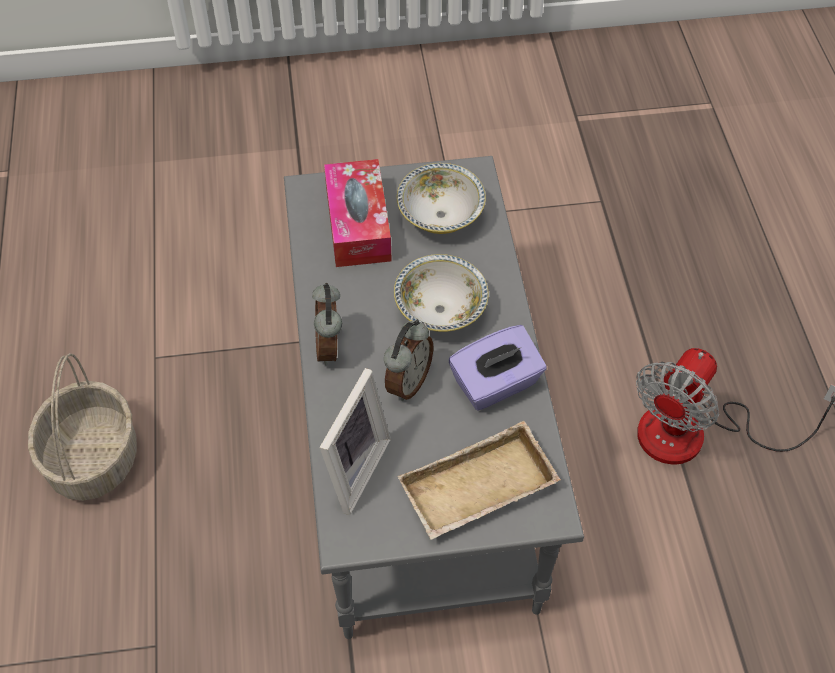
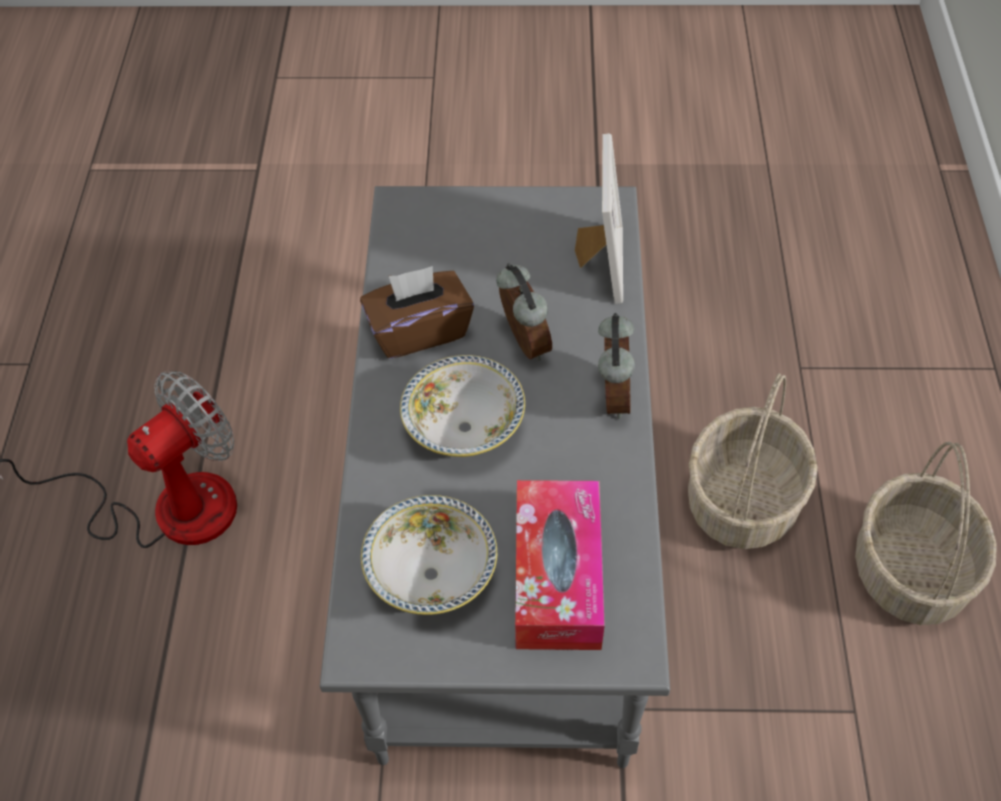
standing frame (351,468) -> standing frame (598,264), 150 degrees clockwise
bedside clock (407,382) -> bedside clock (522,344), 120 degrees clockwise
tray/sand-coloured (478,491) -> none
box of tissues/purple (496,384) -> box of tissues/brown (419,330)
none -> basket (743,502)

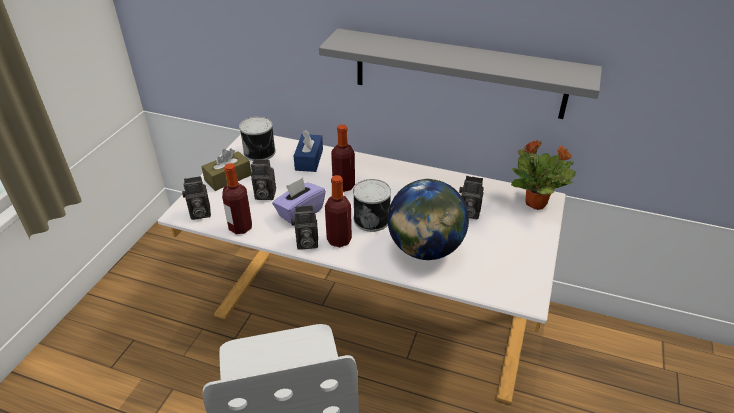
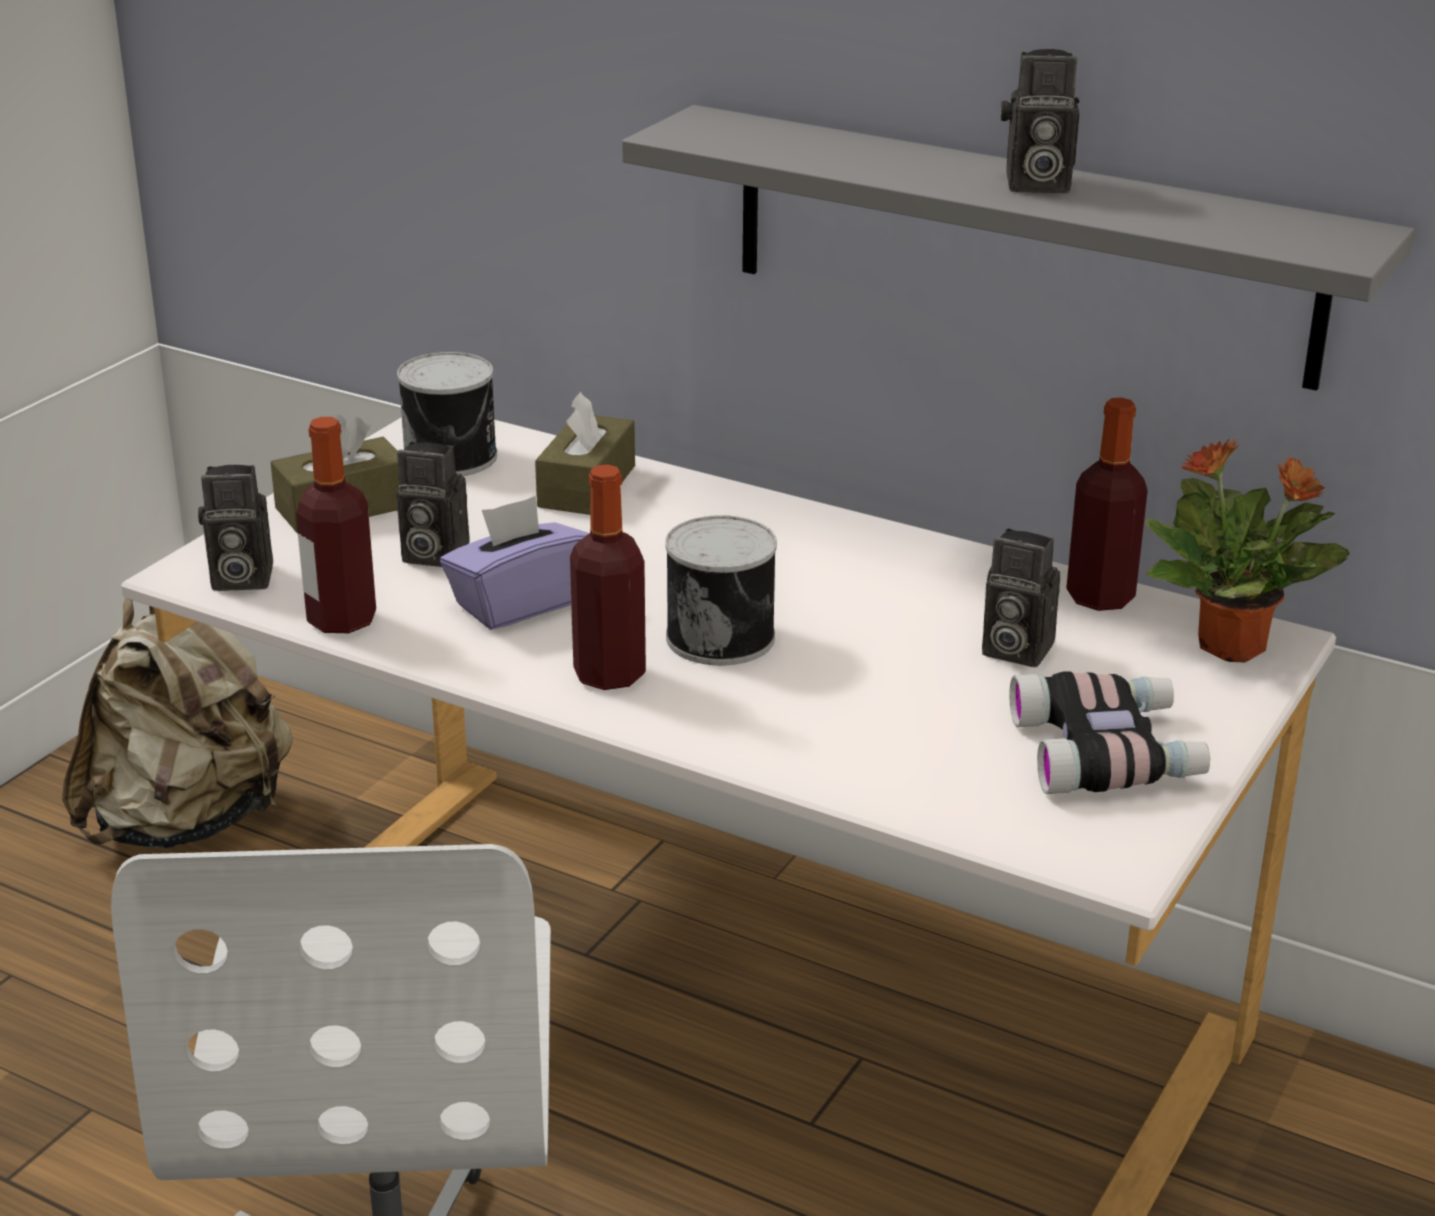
photo camera (306,243) -> photo camera (1034,184), shifted
box of tissues/blue-coloured (309,159) -> box of tissues/brown (586,486)
beverage bottle (343,186) -> beverage bottle (1100,597), shifted
world globe (425,249) -> none
none -> backpack/sand-coloured (188,822)
none -> binoculars (1108,751)

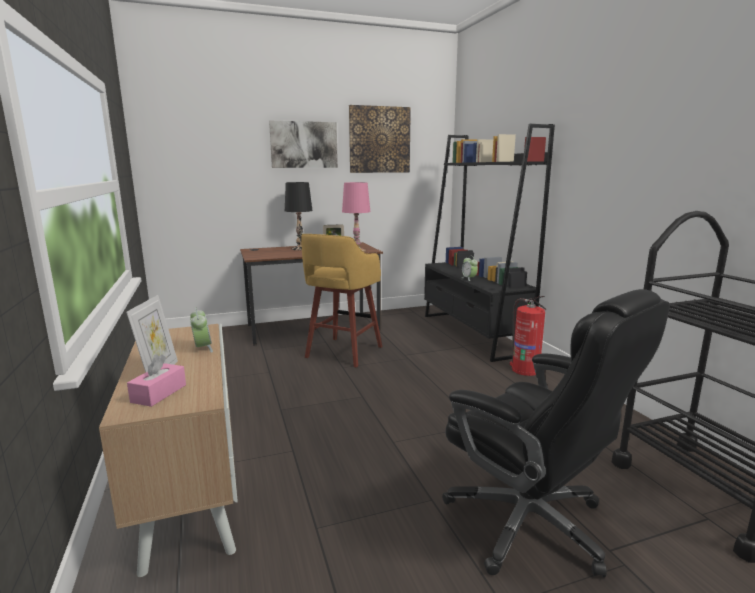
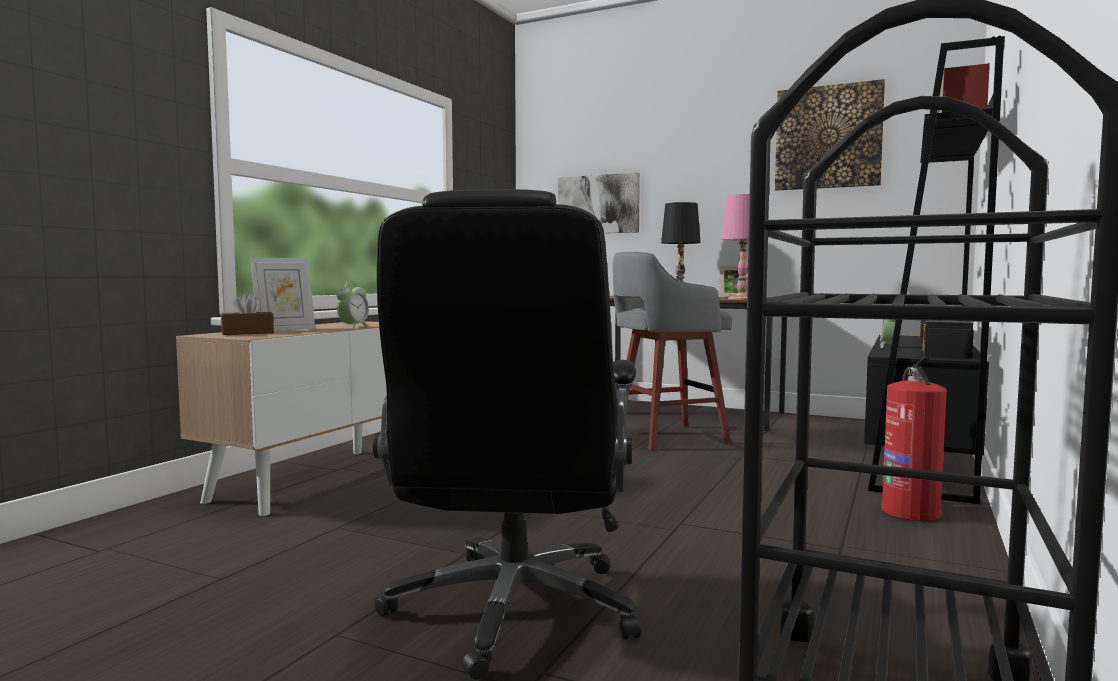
box of tissues/pink (159,393) -> box of tissues/brown (247,333)
picture (304,145) -> picture (598,204), shifted
stool/yellow (343,353) -> stool/gray (665,437)

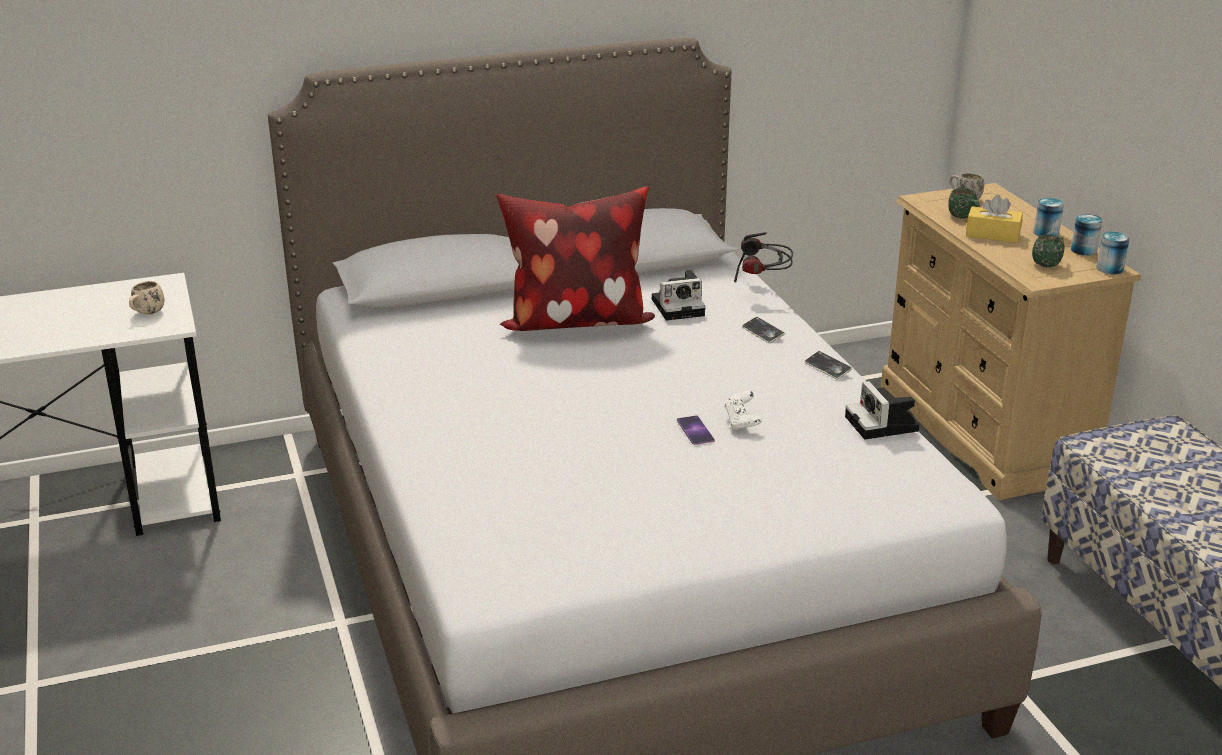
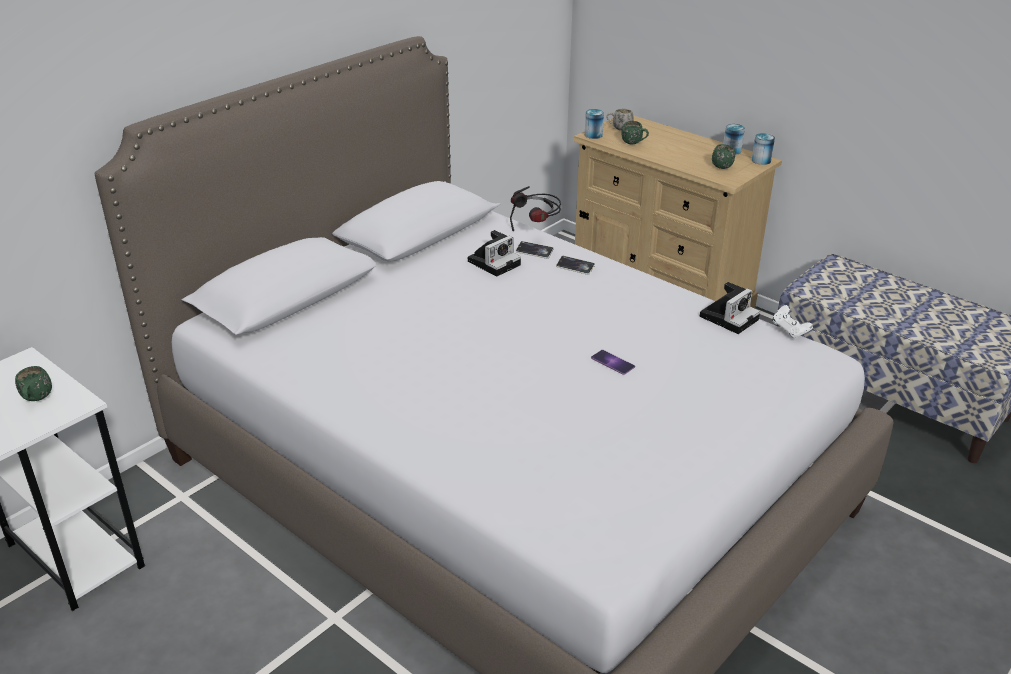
mug/sand-coloured (147,314) -> mug/greenish (36,400)
throw pillow (575,321) -> none
gamepad/white (742,422) -> gamepad/white (789,331), shifted
handset (827,368) -> handset (534,252), shifted
photo camera (883,425) -> photo camera (729,317), 90 degrees counterclockwise
box of tissues/yellow (992,234) -> none
sealed can (1046,233) -> sealed can (593,135), shifted

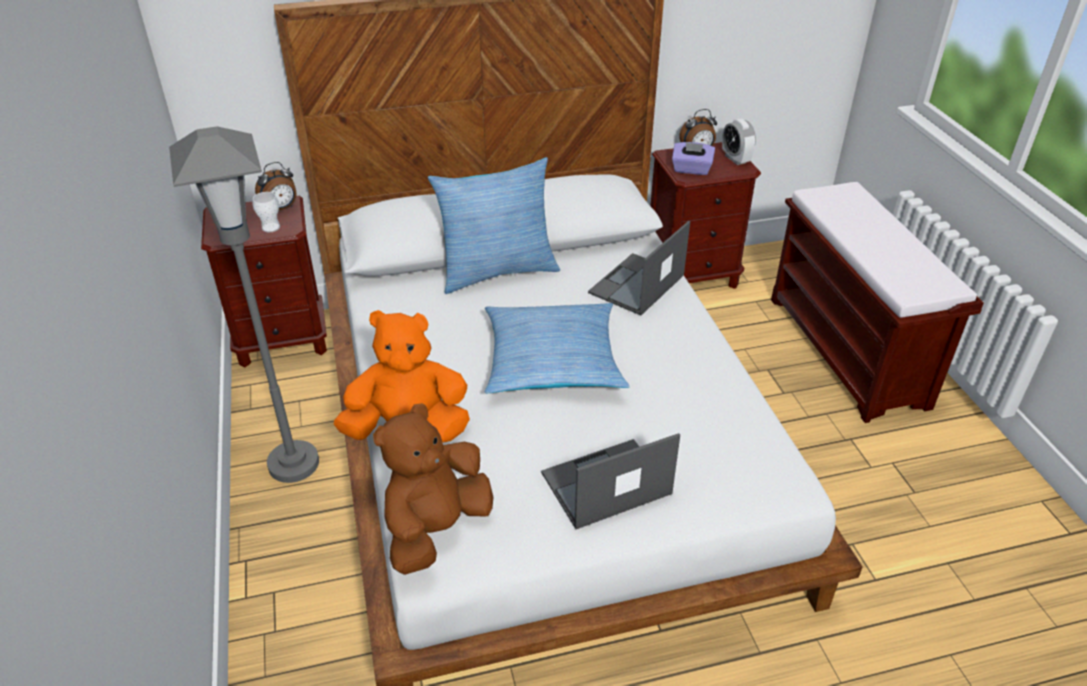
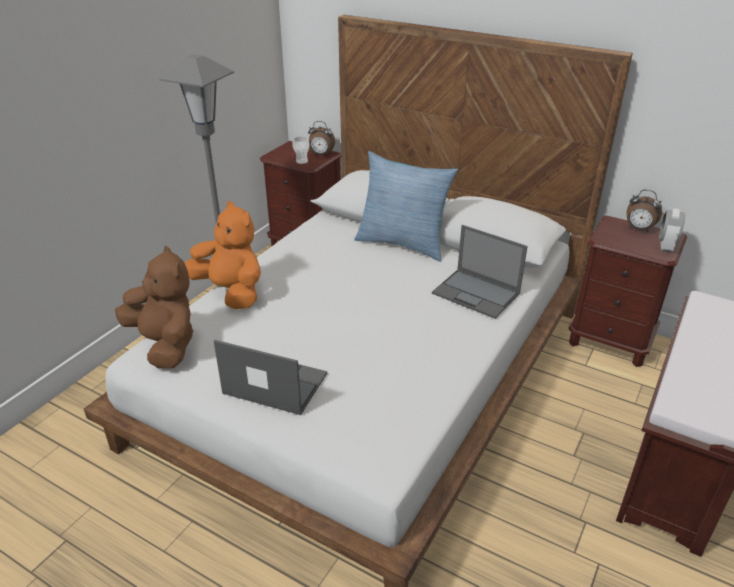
plush toy/brown (436,529) -> plush toy/brown (165,344), 60 degrees clockwise
throw pillow (552,360) -> none
laptop (636,285) -> laptop (477,293), 135 degrees counterclockwise
box of tissues/purple (691,170) -> none

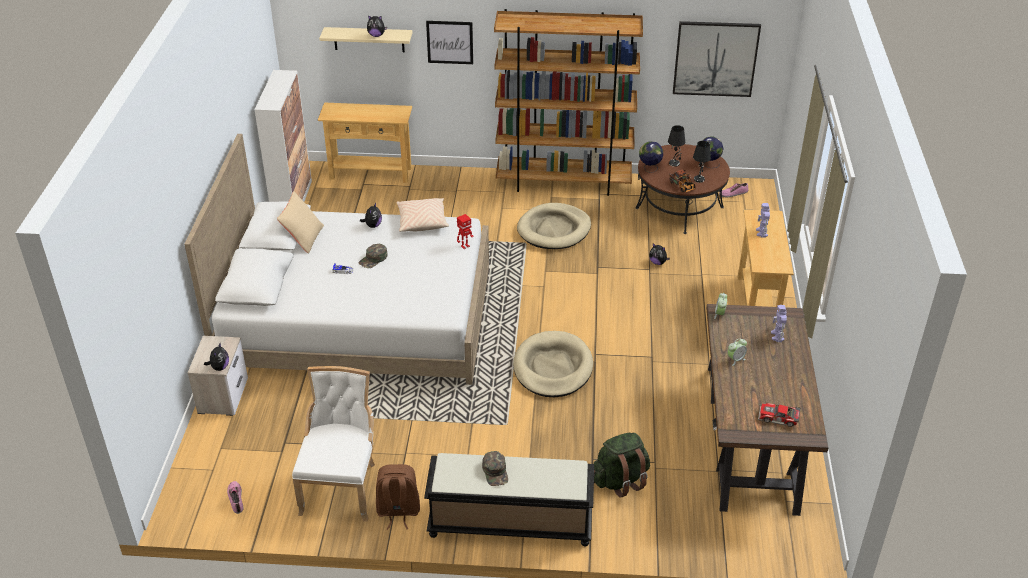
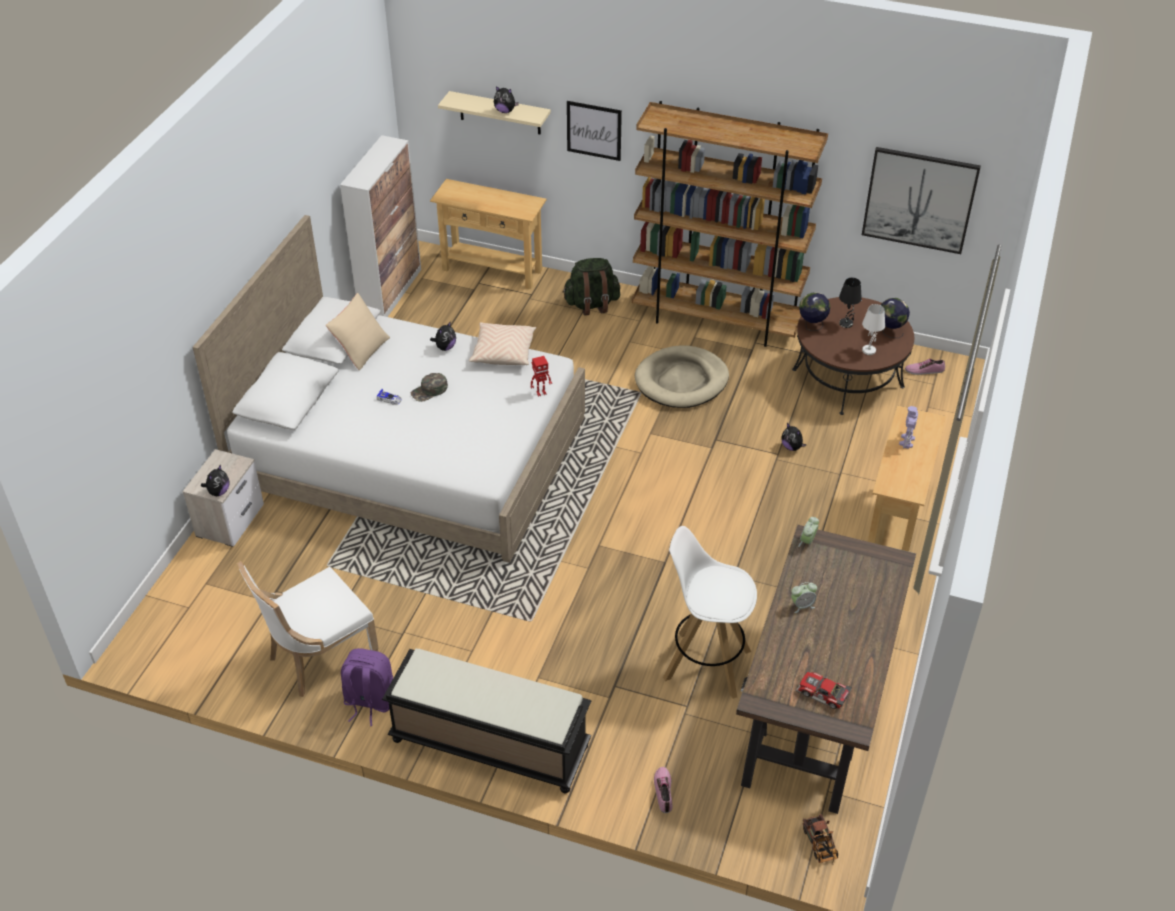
item of footwear (236,498) -> item of footwear (664,791), shifted
chair/white (342,486) -> chair/white (319,658), 150 degrees counterclockwise
backpack/brown (398,511) -> backpack/purple (369,702)
cap/greenish (495,472) -> none
pet bed/sand-coloured (553,368) -> none
backpack/greenish (620,480) -> backpack/greenish (592,304), shifted
model truck (683,187) -> model truck (820,846), shifted
table lamp/black-coloured (699,179) -> table lamp/white (869,350)
toy robot (777,336) -> none
none -> stool/white (705,664)

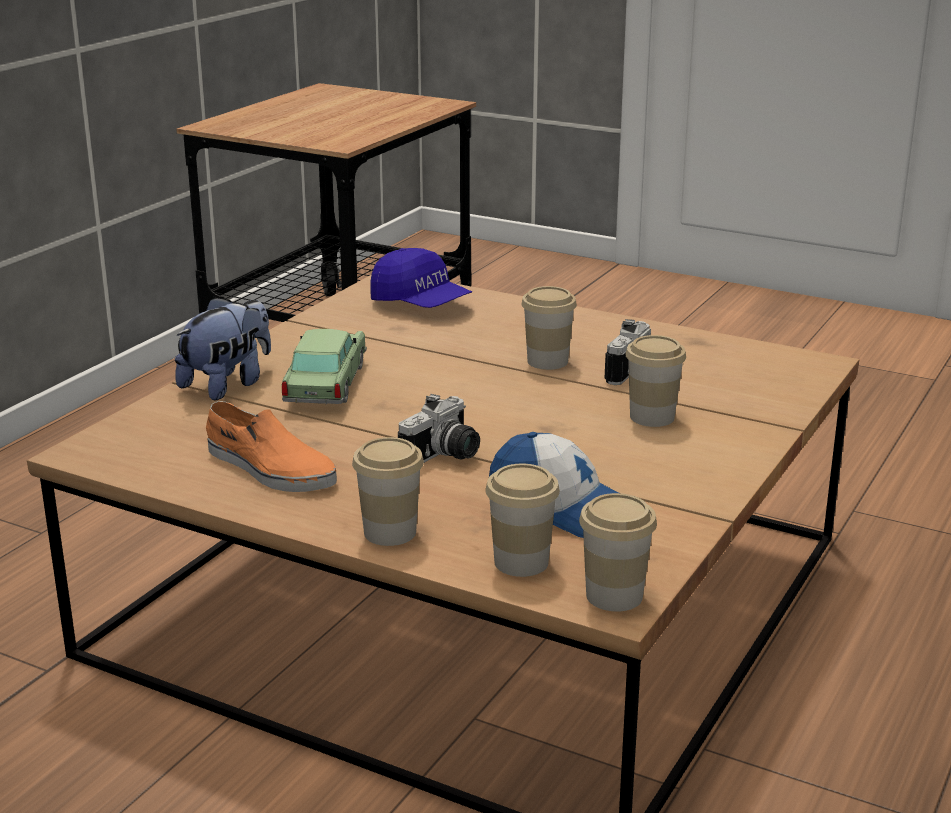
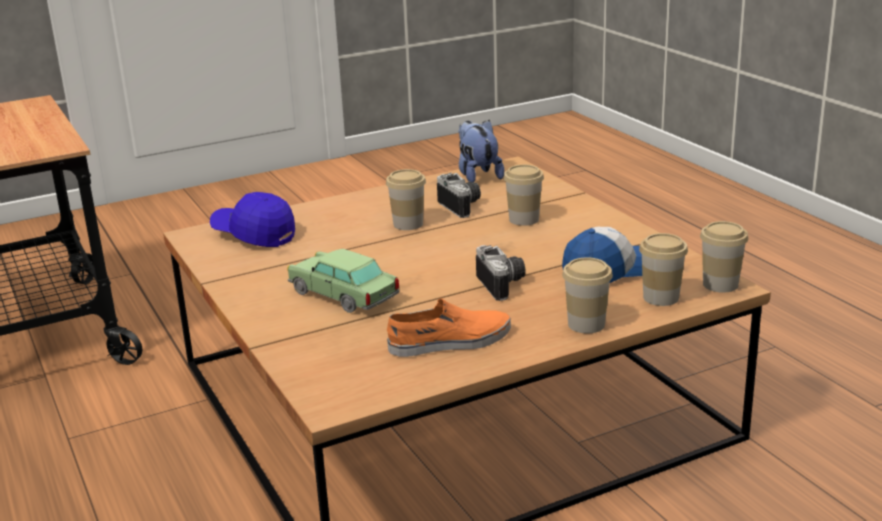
plush toy (228,384) -> plush toy (477,175), shifted
cap/blue-coloured (420,304) -> cap/blue-coloured (254,235), 135 degrees counterclockwise

